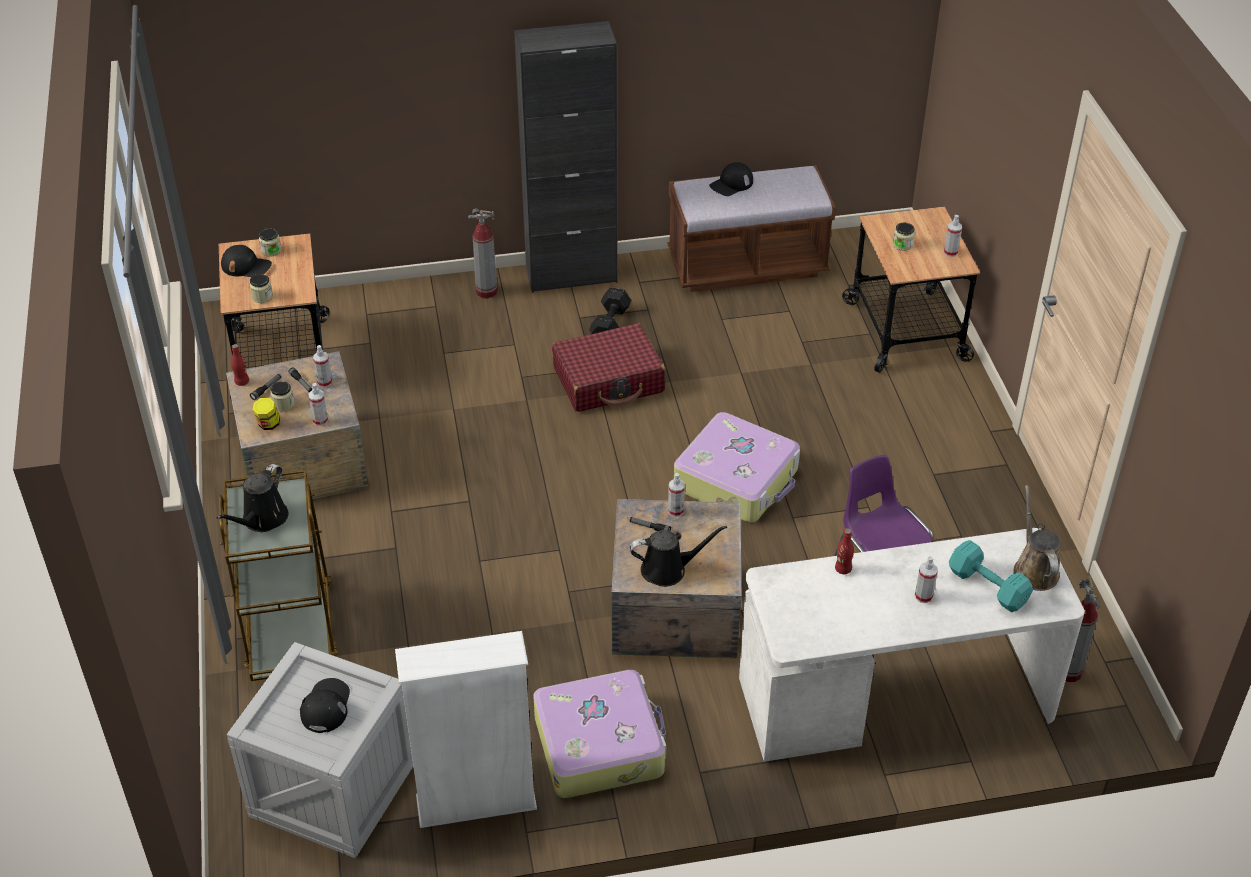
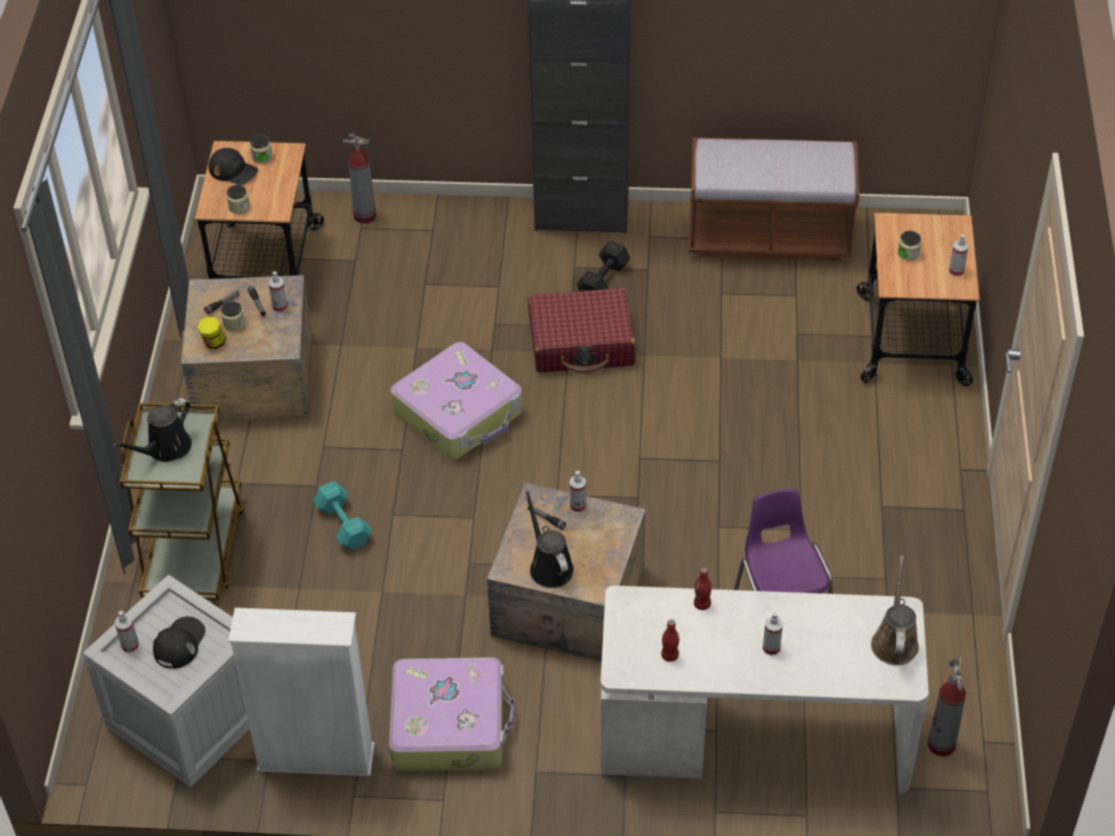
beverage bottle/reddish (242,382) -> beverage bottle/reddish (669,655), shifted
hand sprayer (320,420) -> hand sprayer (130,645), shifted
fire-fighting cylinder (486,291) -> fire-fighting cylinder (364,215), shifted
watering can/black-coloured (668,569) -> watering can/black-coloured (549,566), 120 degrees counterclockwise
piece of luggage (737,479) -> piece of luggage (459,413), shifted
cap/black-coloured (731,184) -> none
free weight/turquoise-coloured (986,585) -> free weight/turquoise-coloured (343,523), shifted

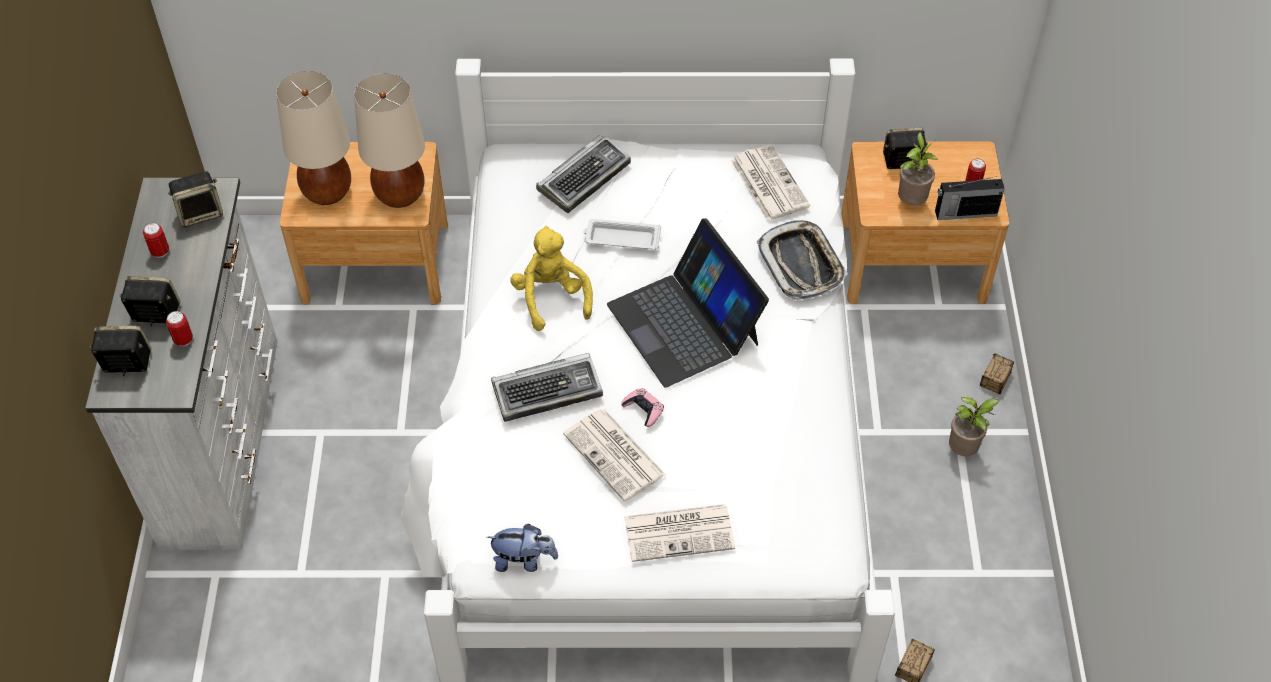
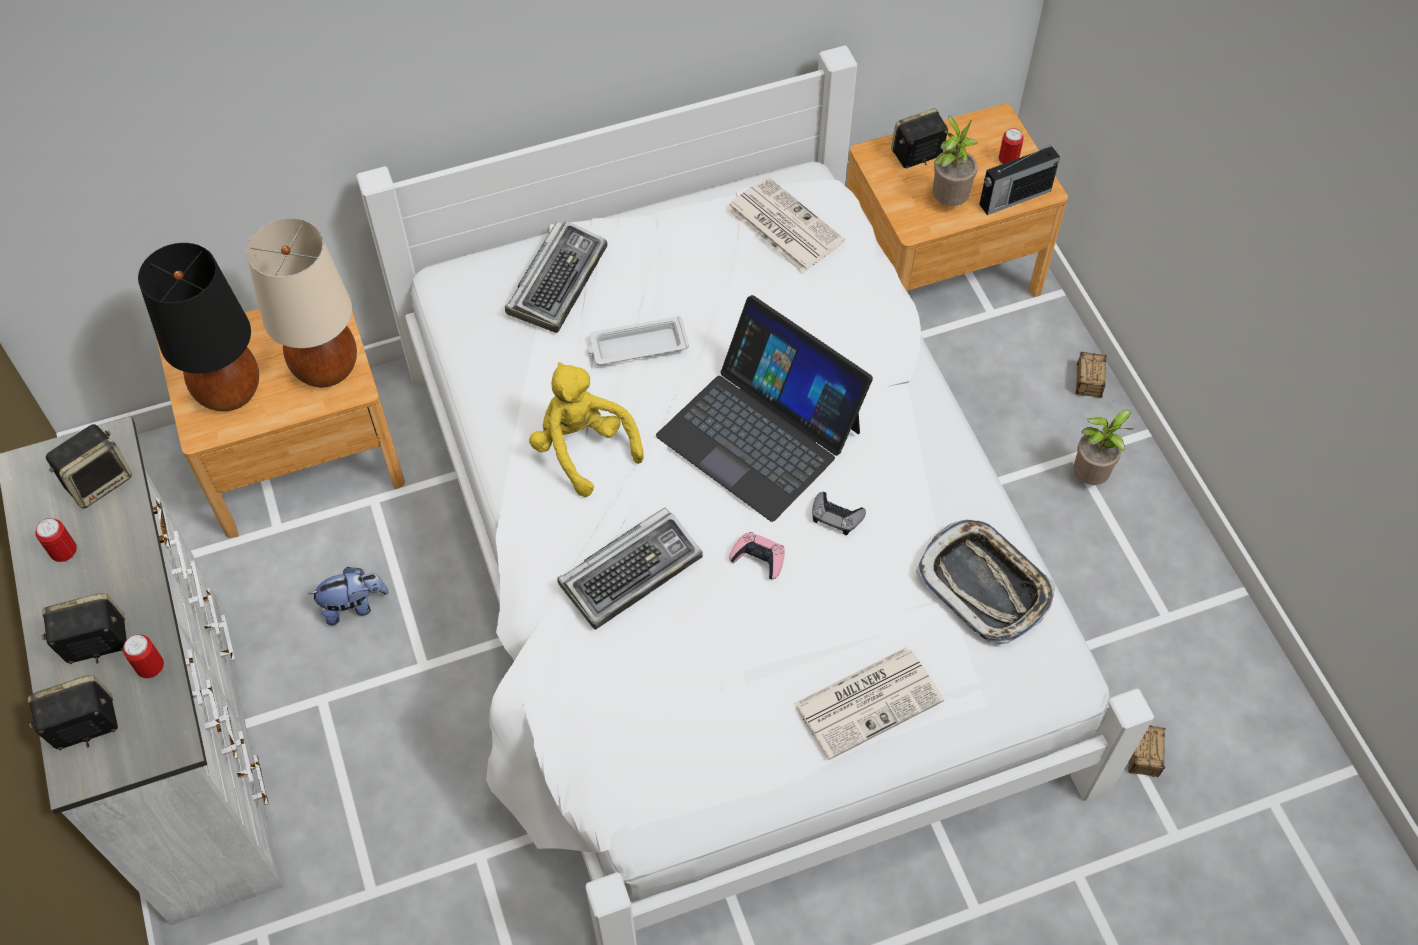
table lamp/sand-coloured (326,192) -> table lamp/black-coloured (228,392)
plush toy (524,560) -> plush toy (354,606), shifted
newspaper (615,455) -> none
tray (801,264) -> tray (984,585), shifted
none -> gamepad/gray (836,516)

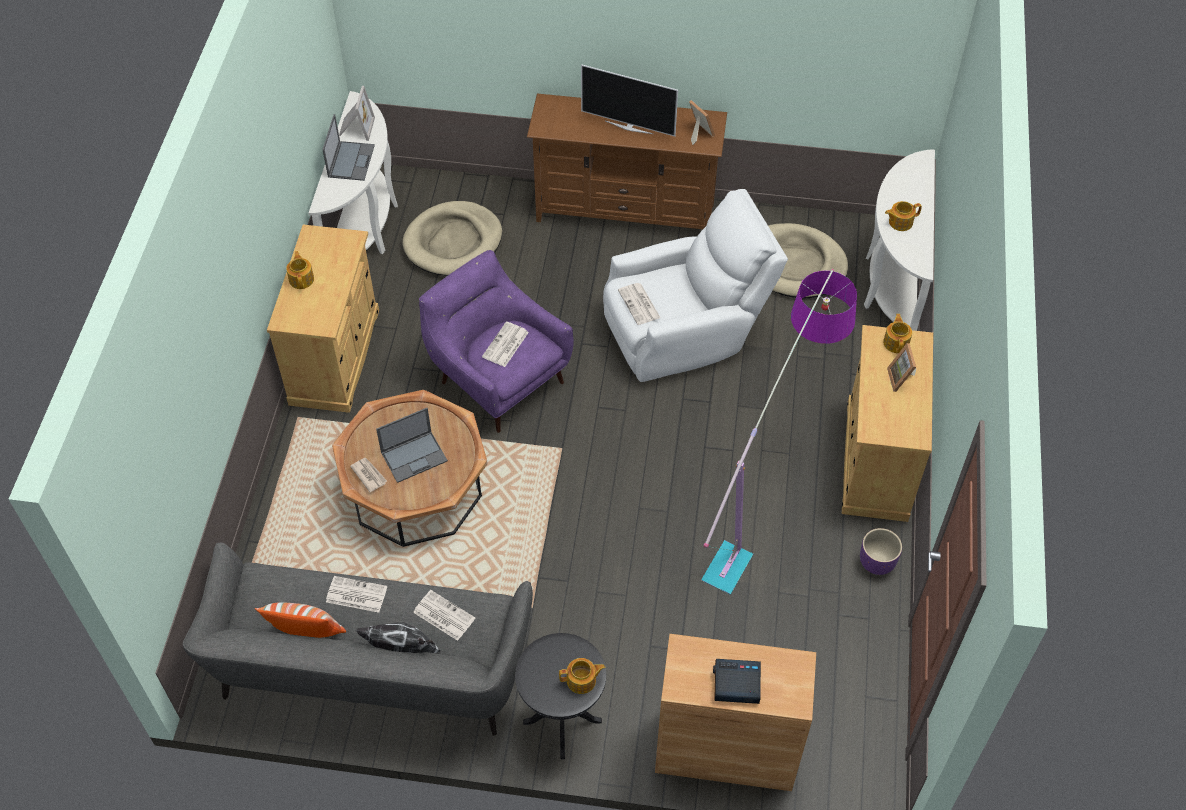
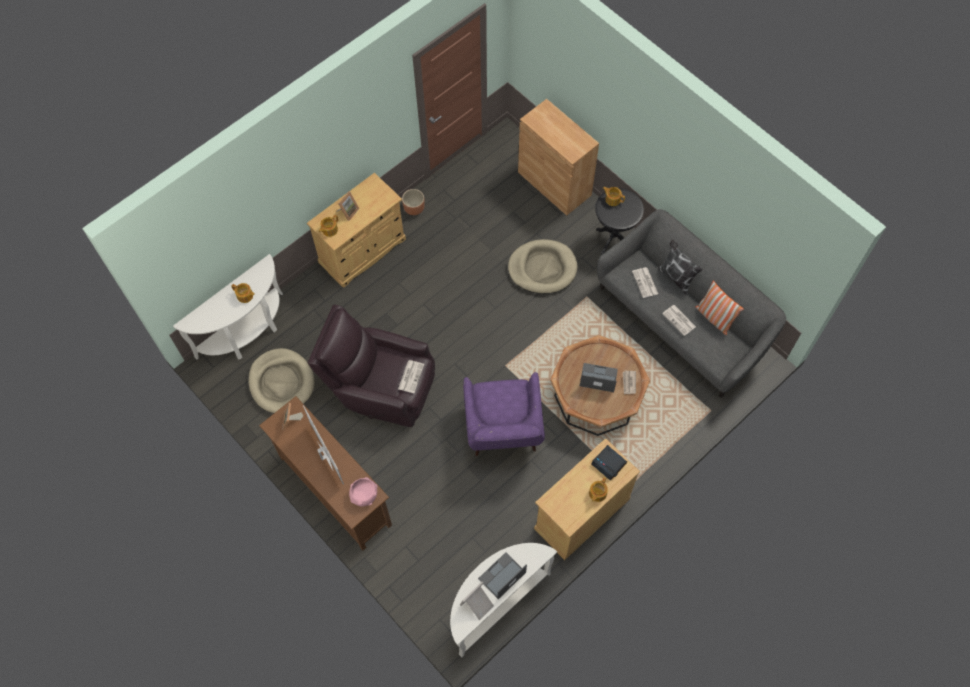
pet bed/sand-coloured (453,242) -> pet bed/sand-coloured (542,268), shifted
newspaper (505,345) -> none
easy chair/white (685,331) -> easy chair/brown (380,386)
standing lamp (767,497) -> none
bedside clock (736,684) -> bedside clock (609,464), shifted
flower pot/purple (877,562) -> flower pot/brown (414,208)
none -> bowl/pink (364,495)

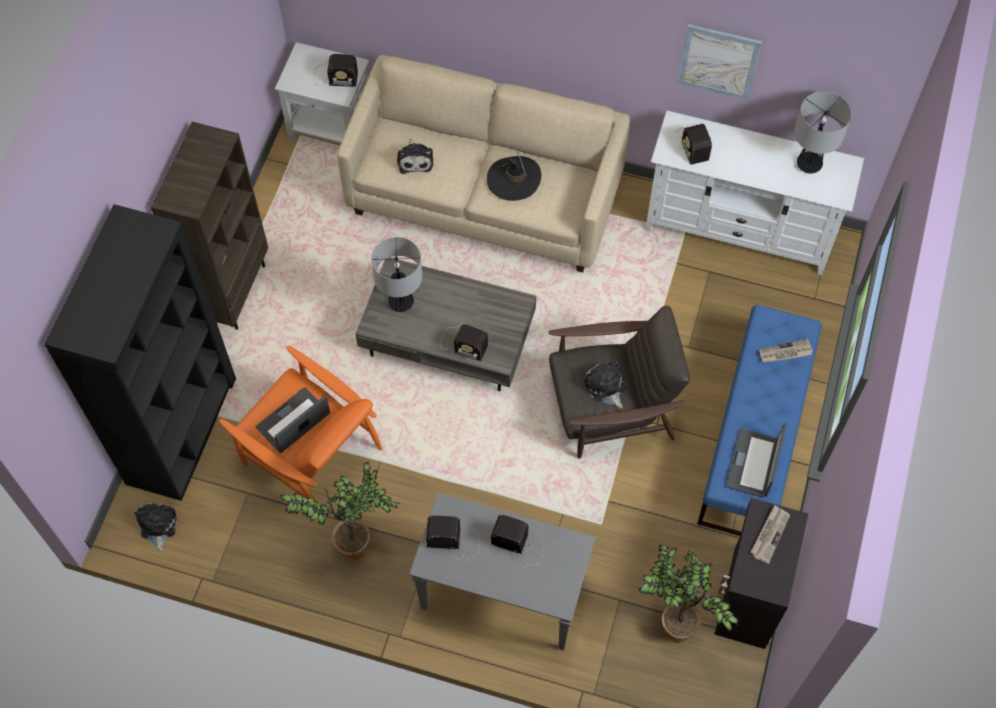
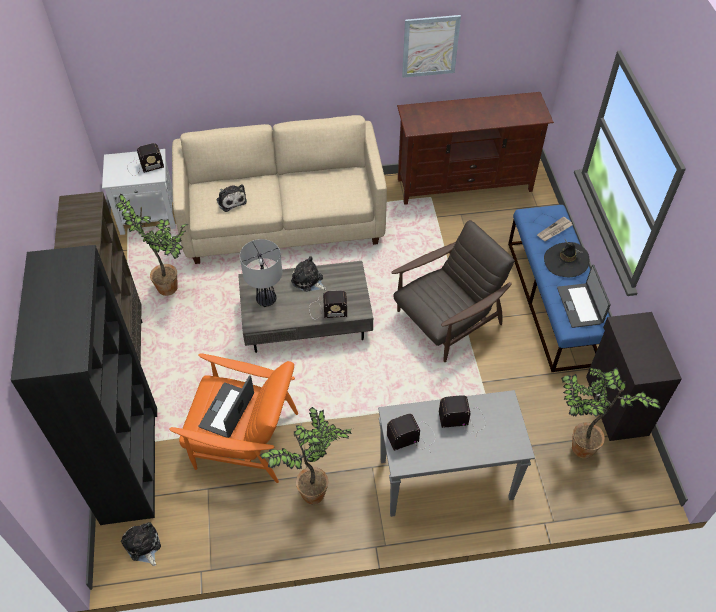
wearable hat/black-coloured (514,179) -> wearable hat/black-coloured (565,261), shifted
plush toy (605,387) -> plush toy (308,281), shifted
tv unit/white (739,230) -> tv unit/brown (464,184)
radio (693,142) -> none
newspaper (769,534) -> none
table lamp (808,164) -> none
none -> plant in a pot (170,289)

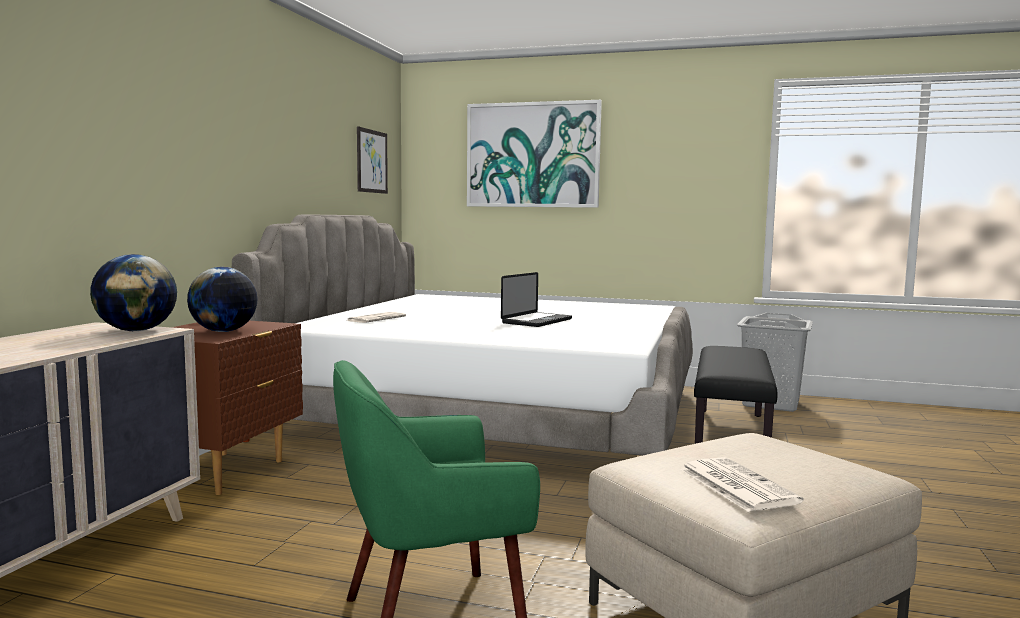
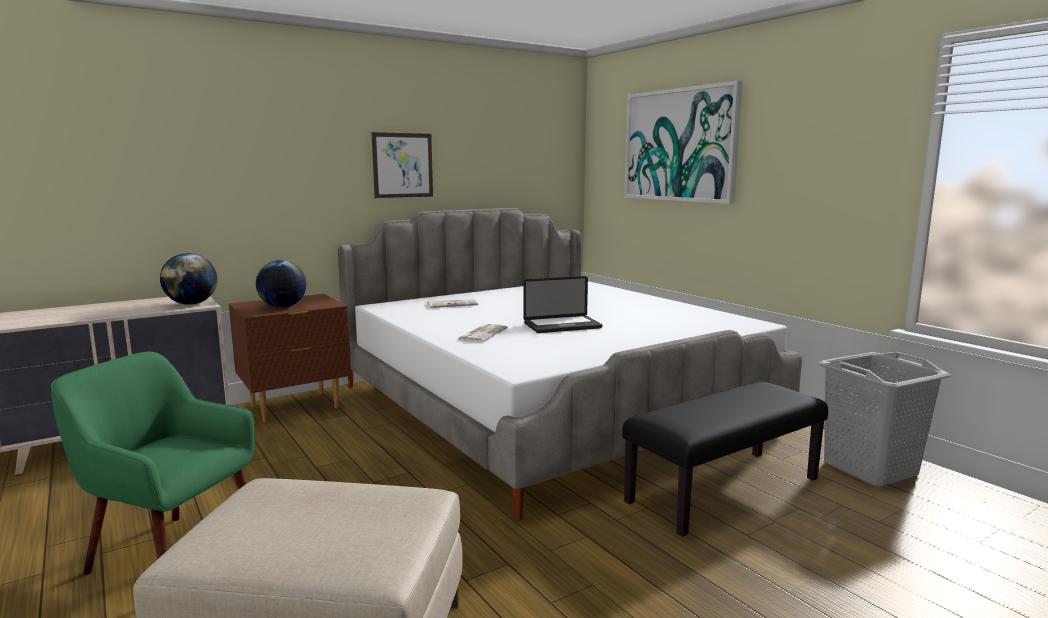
picture (372,161) -> picture (403,165), shifted
newspaper (735,485) -> newspaper (482,334), shifted

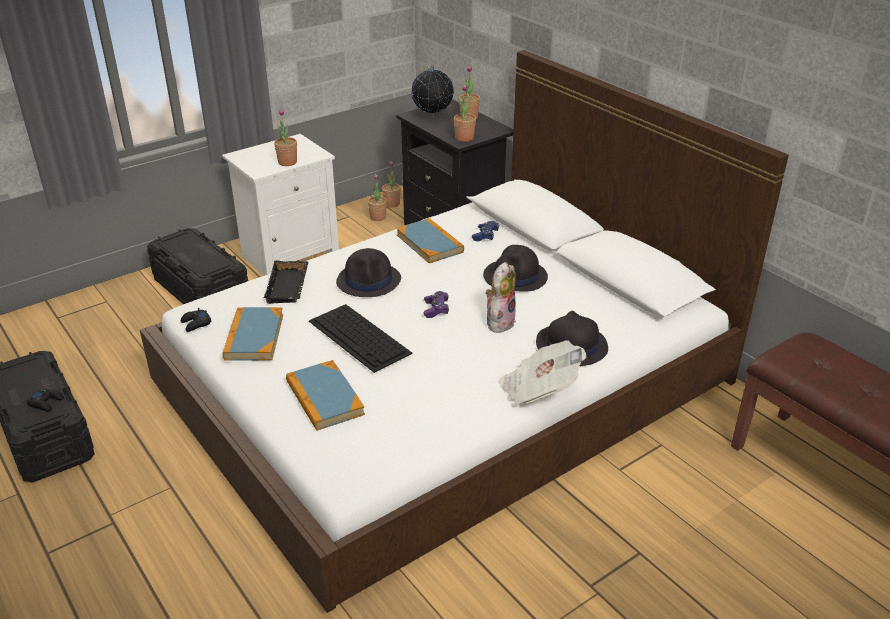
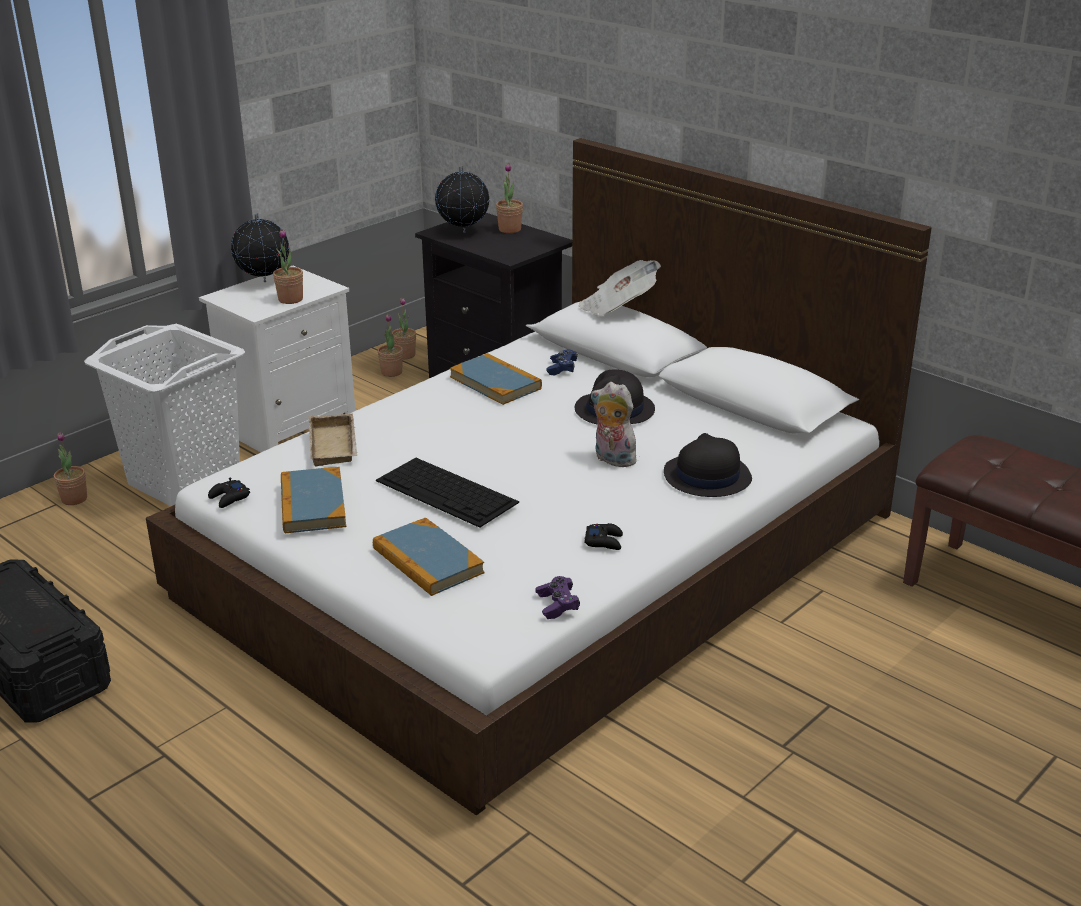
gamepad/black-coloured (46,402) -> gamepad/black-coloured (604,541), shifted
storage box/black-coloured (202,291) -> washing basket/white (185,480)
tray/black-coloured (289,287) -> tray/sand-coloured (335,446)
wearable hat/black-coloured (369,281) -> none
gamepad/purple (436,309) -> gamepad/purple (557,605), shifted
plant in a pot (464,138) -> plant in a pot (74,499), shifted
plush toy (499,322) -> plush toy (612,460), 75 degrees counterclockwise
newspaper (539,389) -> newspaper (618,307), shifted
none -> world globe (263,282)

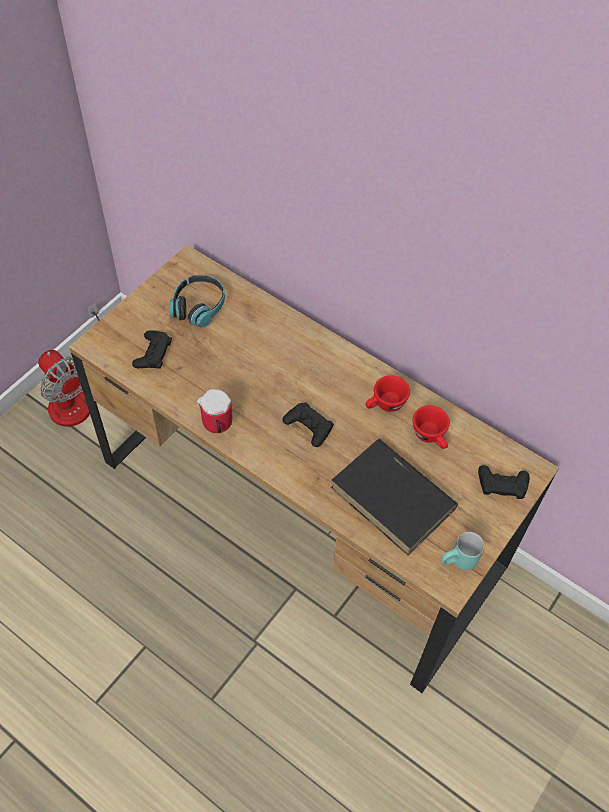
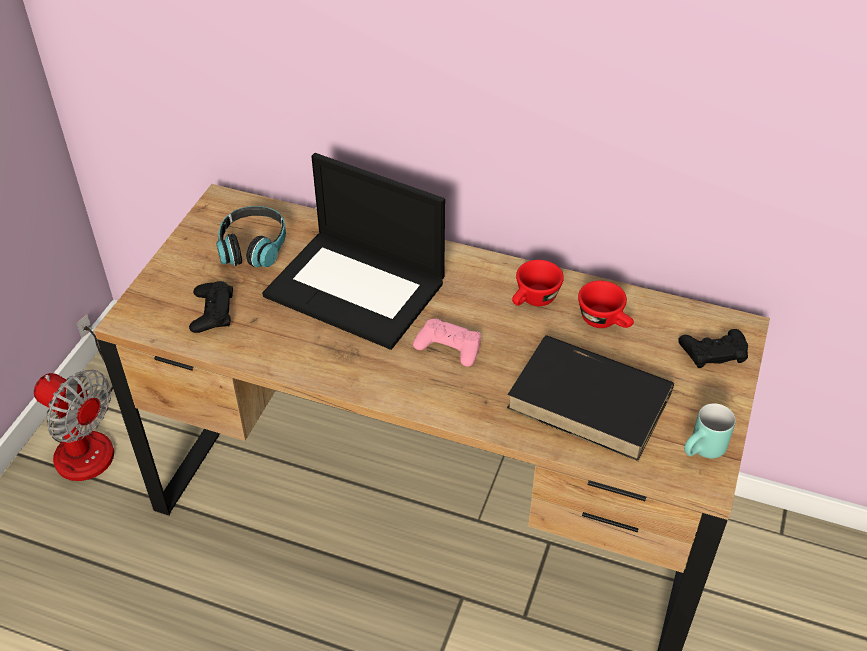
mug (216,425) -> none
gamepad/black-coloured (308,426) -> gamepad/pink (449,346)
none -> laptop (357,288)

